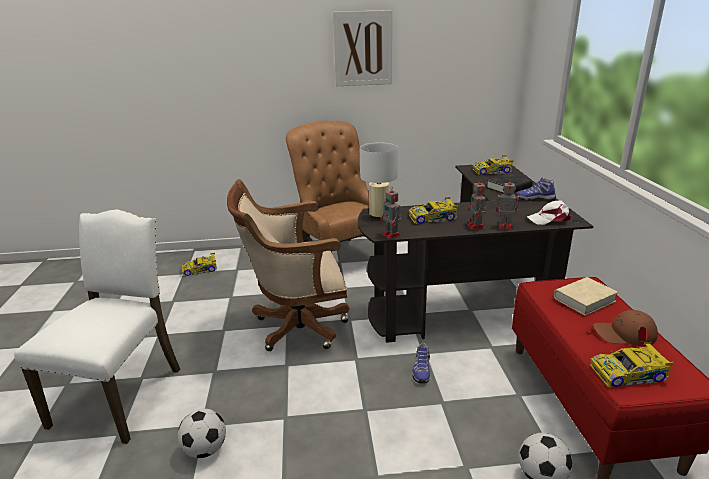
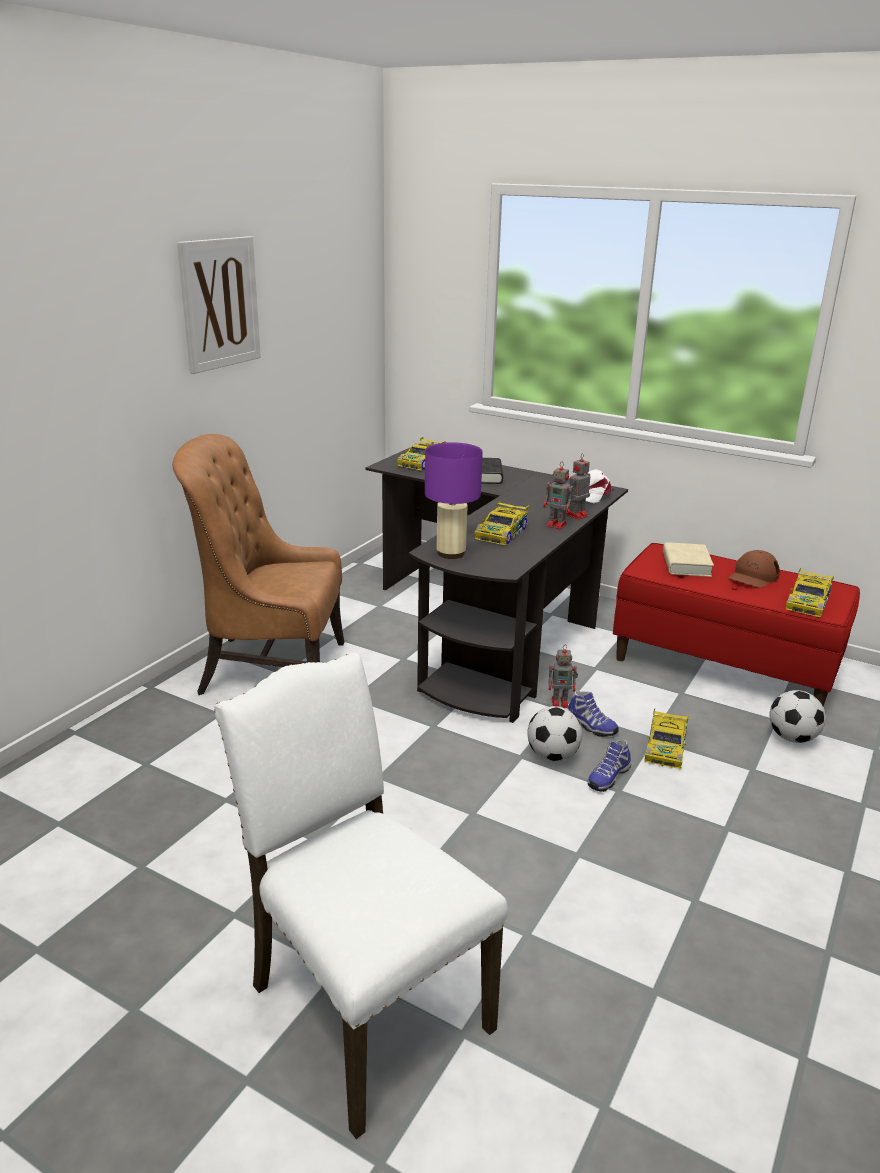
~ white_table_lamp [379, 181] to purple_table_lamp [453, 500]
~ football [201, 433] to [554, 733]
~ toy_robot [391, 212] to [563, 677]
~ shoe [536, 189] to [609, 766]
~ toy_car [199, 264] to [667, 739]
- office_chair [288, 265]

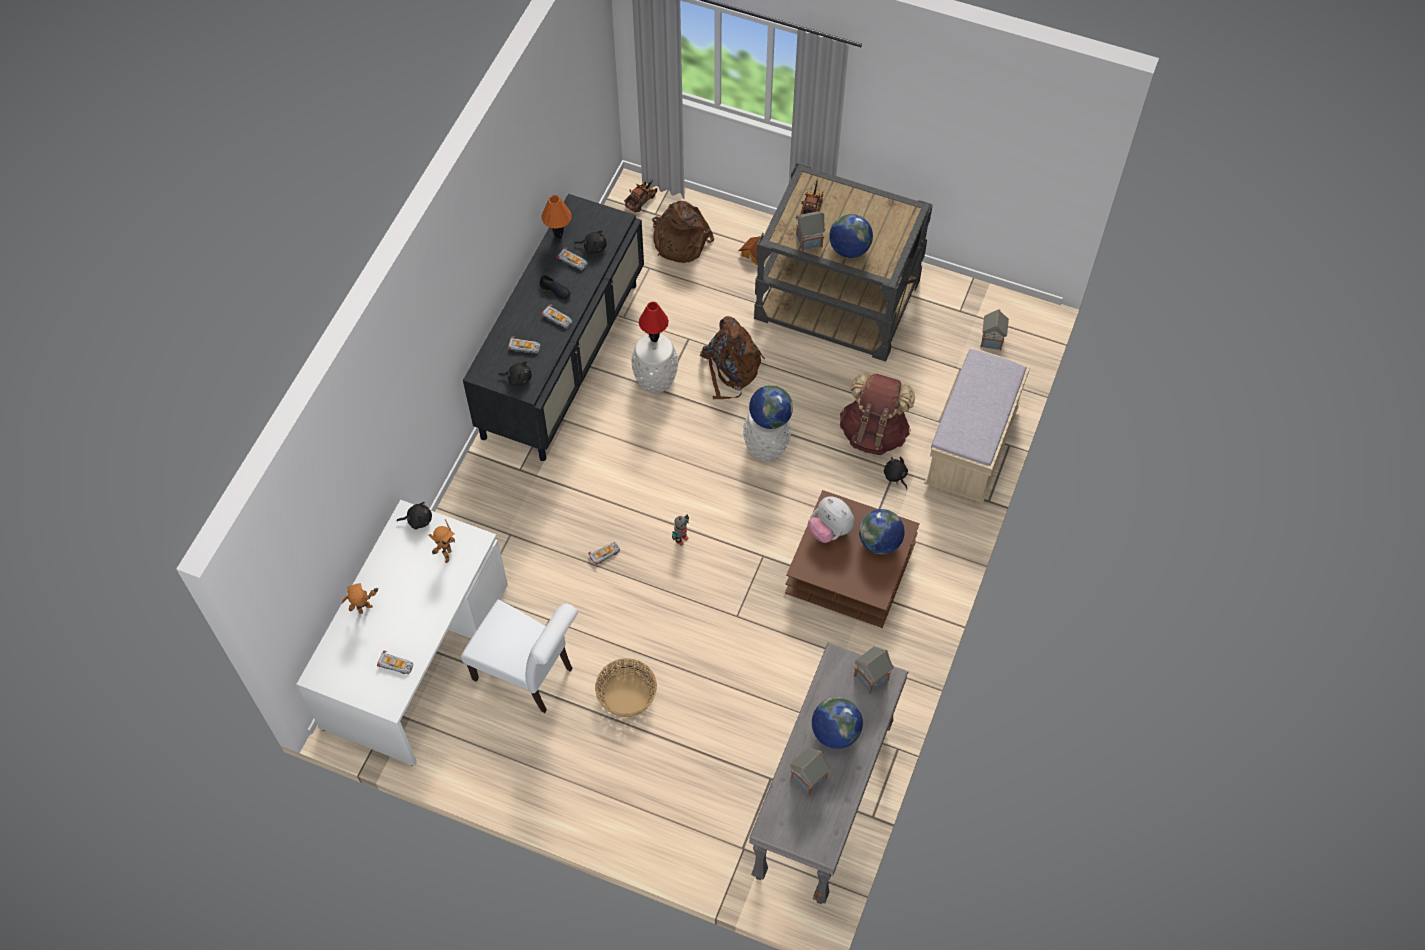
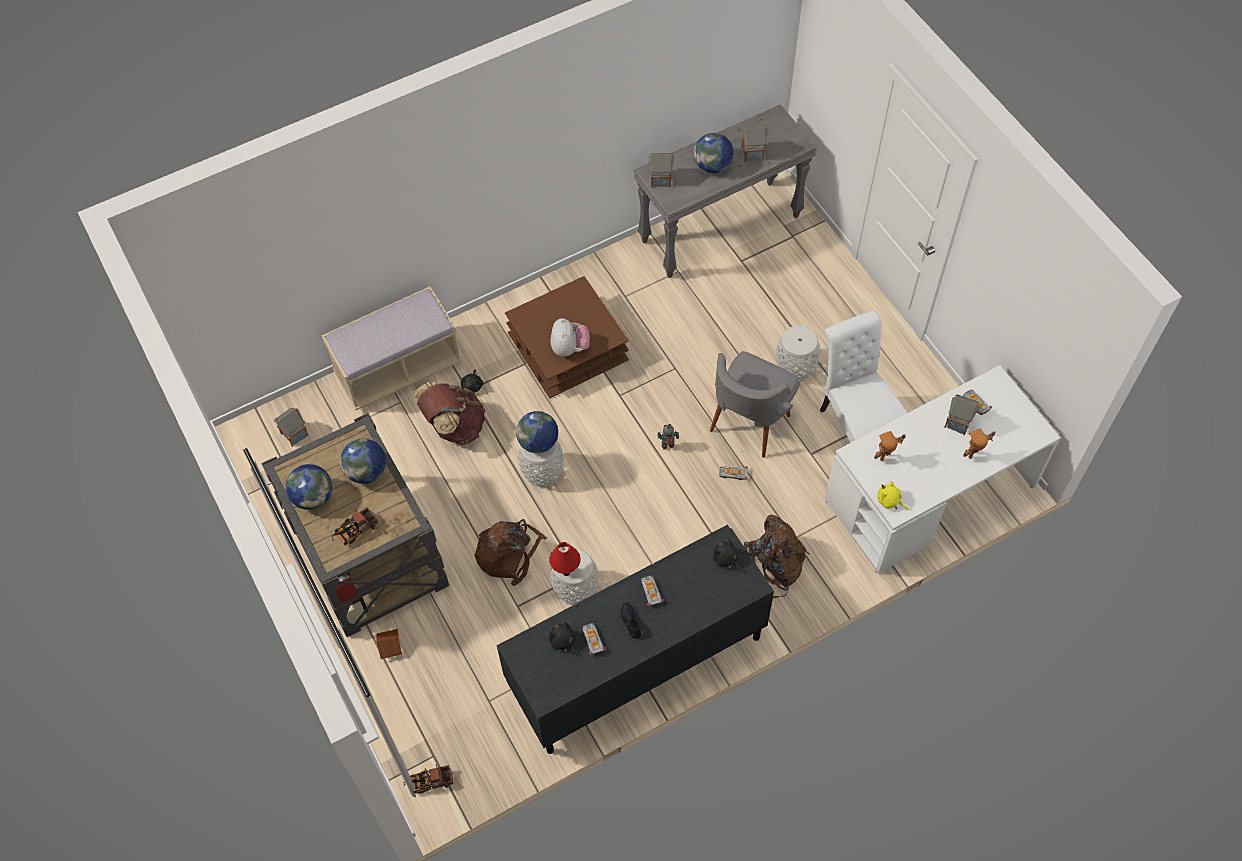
~ globe [882, 531] to [309, 487]
+ grey_chair [755, 404]
~ brown_backpack [683, 232] to [777, 556]
~ basket [626, 687] to white_stool [798, 353]
~ black_plush_toy [414, 515] to yellow_plush_toy [893, 495]
~ toy_house [810, 231] to [962, 414]
~ toy_robot [360, 598] = [979, 444] 135 degrees clockwise
- toy_car [524, 345]
- orange_table_lamp [557, 216]

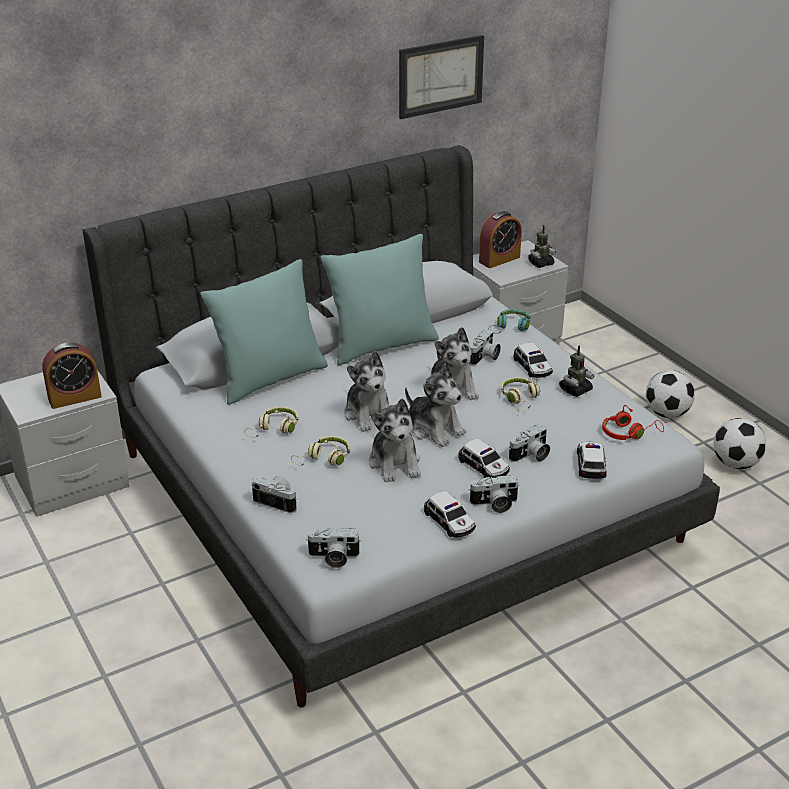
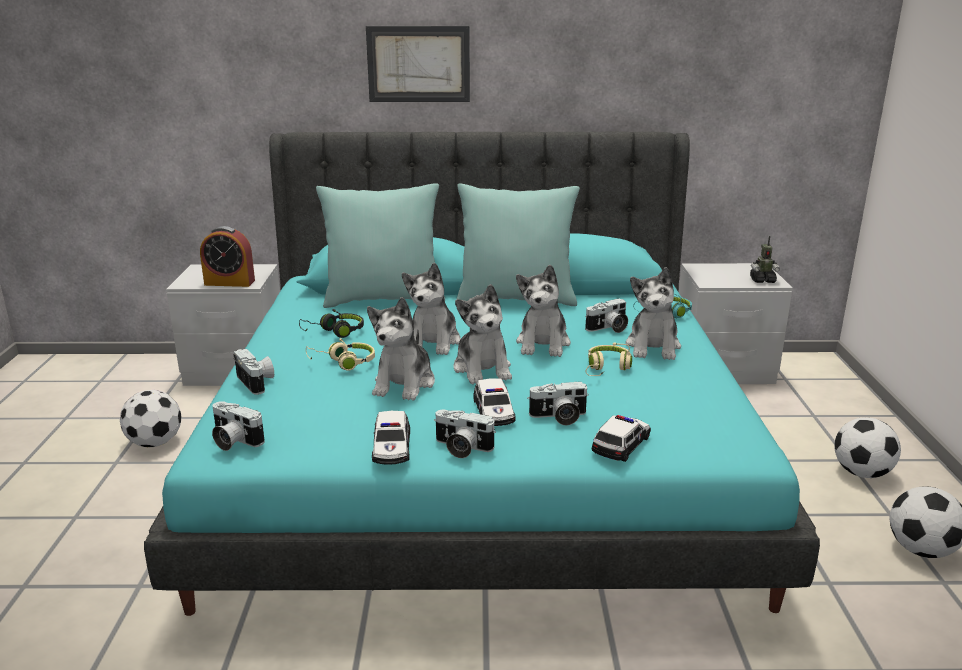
+ football [151, 418]
~ grey_bed [401, 426] to turquoise_bed [482, 374]
~ beige_headphones [271, 422] to black_headphones [331, 323]
~ picture [441, 77] to [418, 64]
~ toy_car [533, 360] to plush_toy [653, 313]
- alarm_clock [500, 239]
- toy_robot [576, 371]
- red_headphones [633, 422]

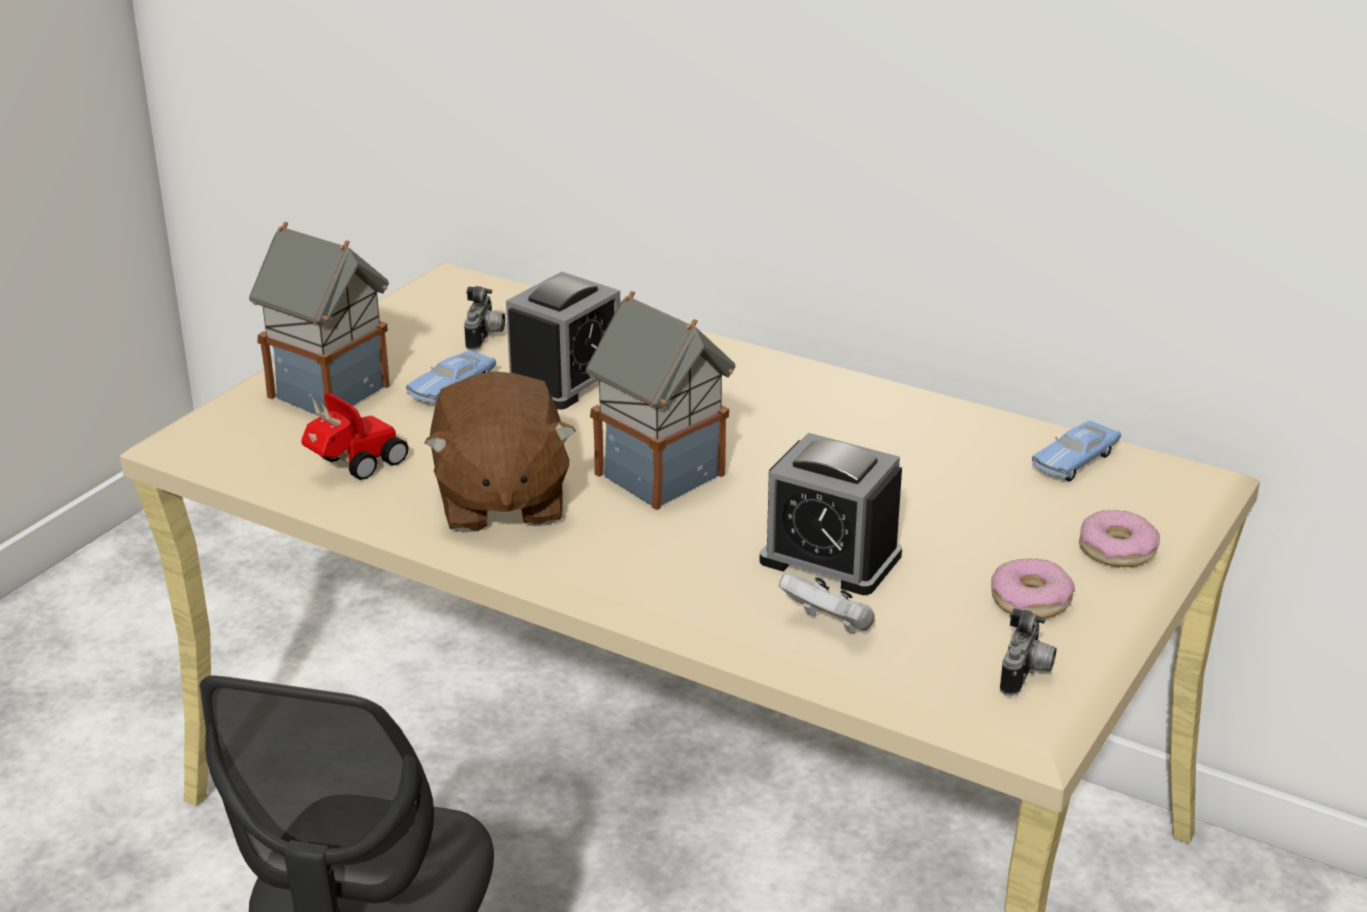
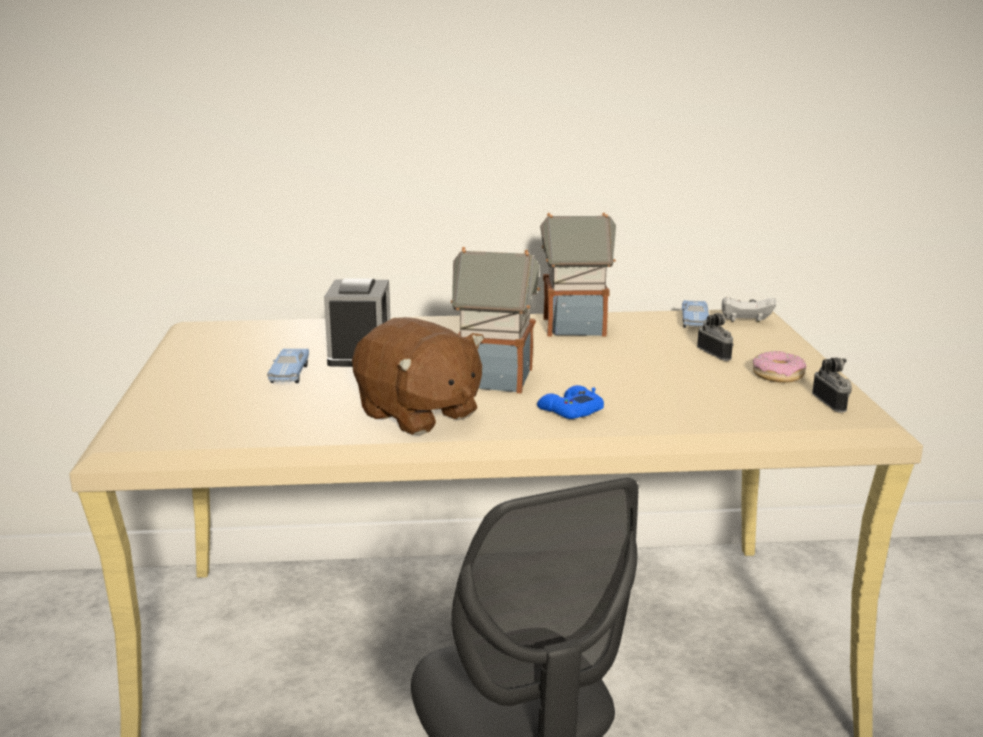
+ blue_game_controller [570, 402]
~ toy_house [319, 318] to [578, 274]
~ photo_camera [484, 318] to [715, 337]
~ white_game_controller [827, 604] to [749, 309]
- toy_car [355, 436]
- alarm_clock [831, 514]
- donut [1119, 538]

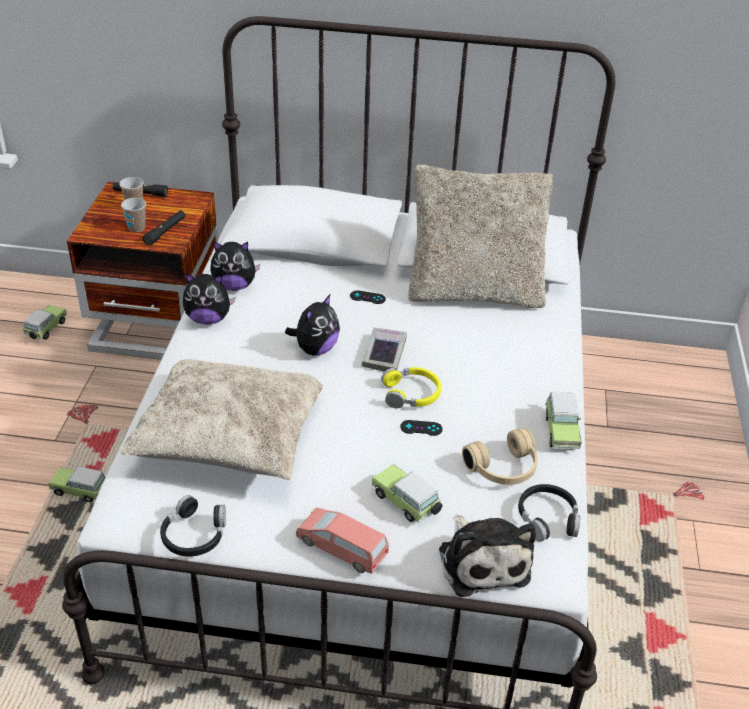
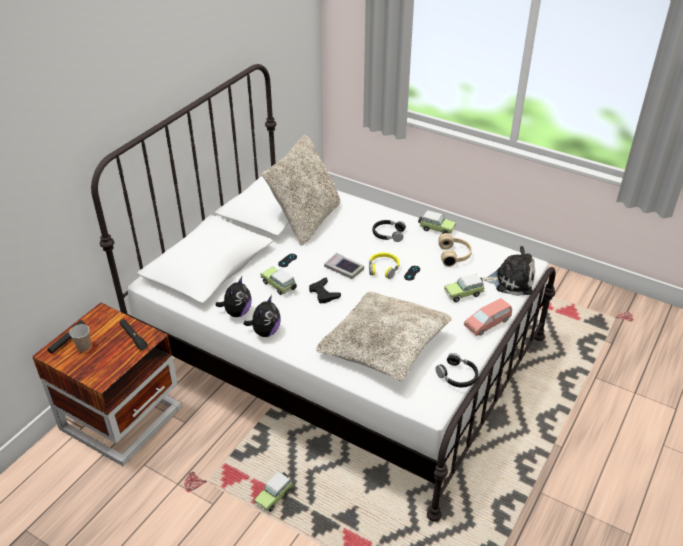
~ toy_car [45, 322] to [278, 281]
~ plush_toy [312, 325] to black_game_controller [325, 290]
~ black_headphones [549, 513] to [389, 231]
- cup [133, 215]

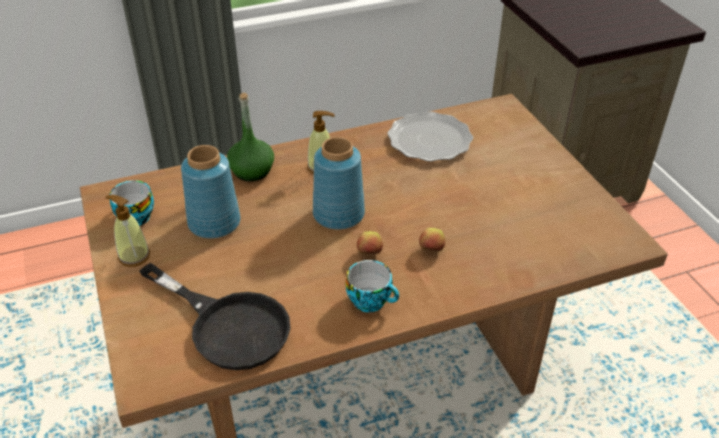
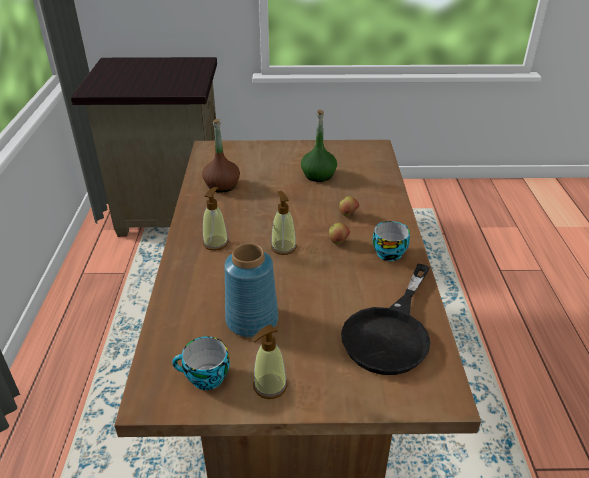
~ plate [430, 136] to brown_bottle [221, 156]
~ blue_vase [339, 183] to soap_dispenser [284, 223]
~ green_bottle [250, 137] to [319, 146]
~ black_frying_pan [215, 316] = [386, 319] 150 degrees clockwise

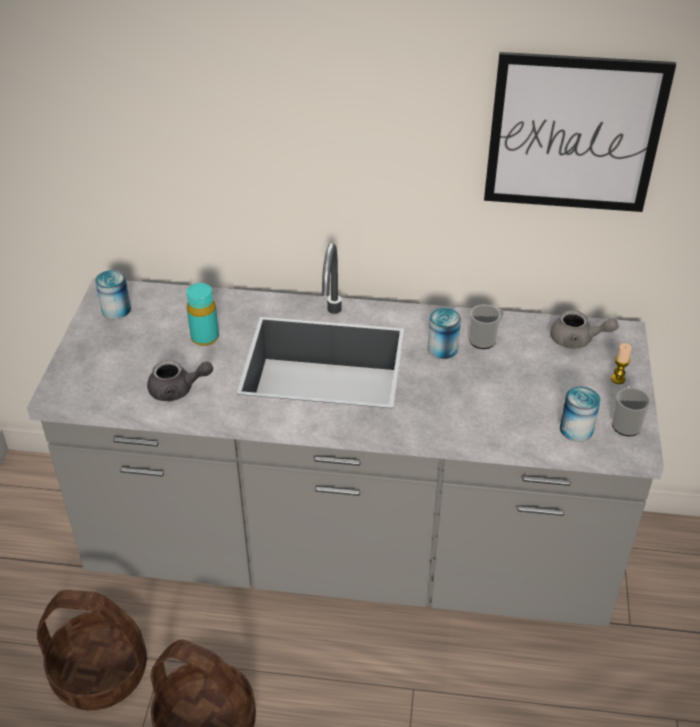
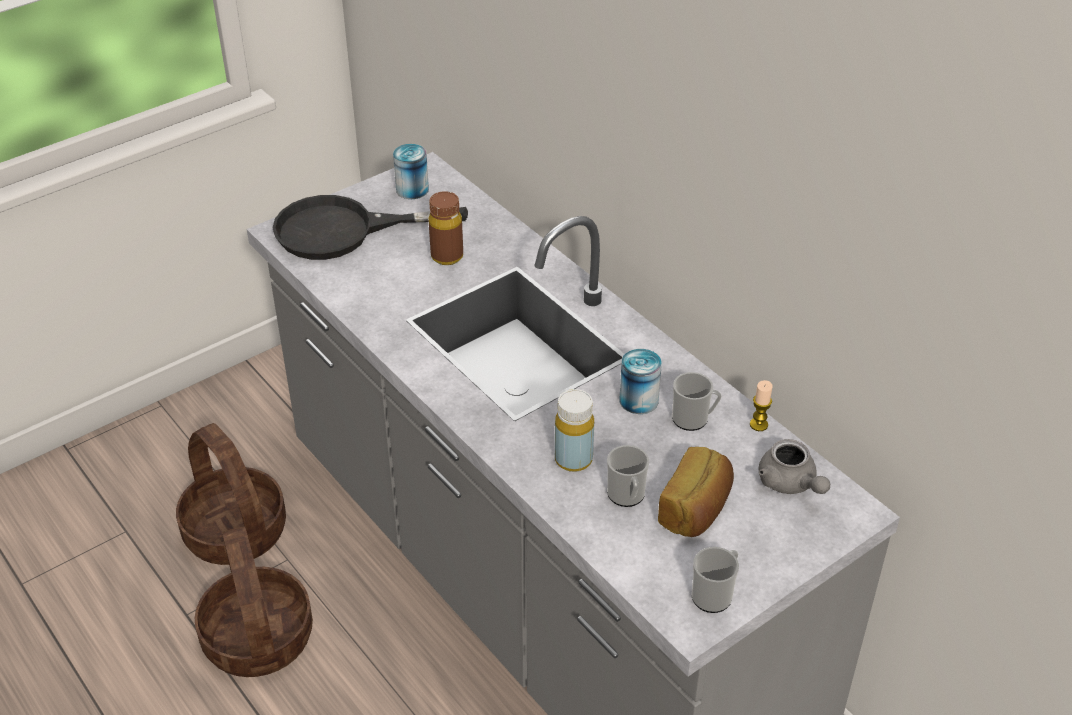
+ black_frying_pan [370, 227]
~ turquoise_bottle [202, 314] to brown_bottle [446, 228]
+ yellow_bottle [574, 430]
+ mug [628, 476]
+ bread [696, 492]
~ candle [621, 363] to [761, 405]
- grey_teapot [180, 380]
- picture [580, 132]
- can [580, 414]

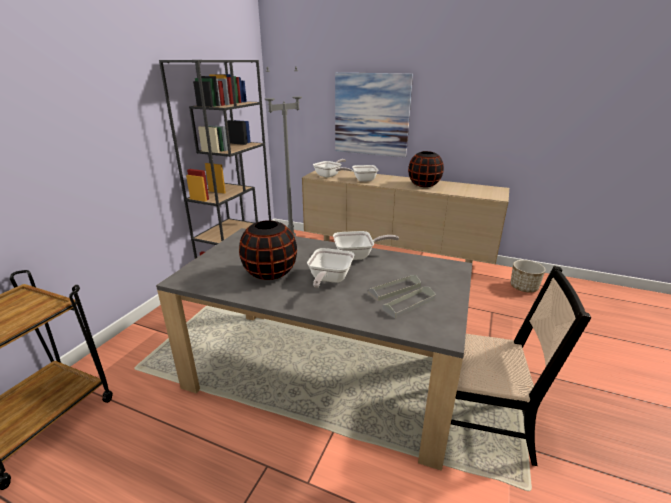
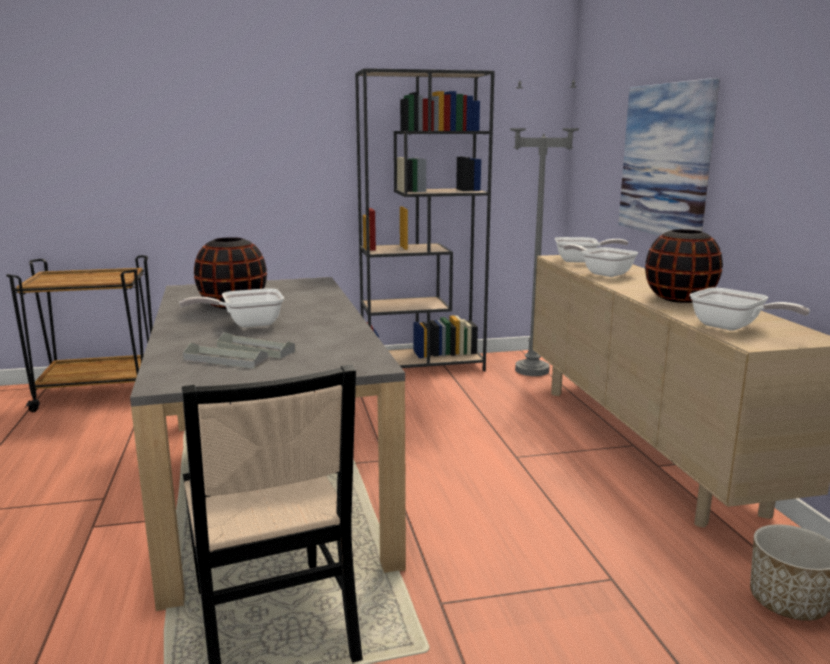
~ frying_pan [366, 245] to [750, 309]

